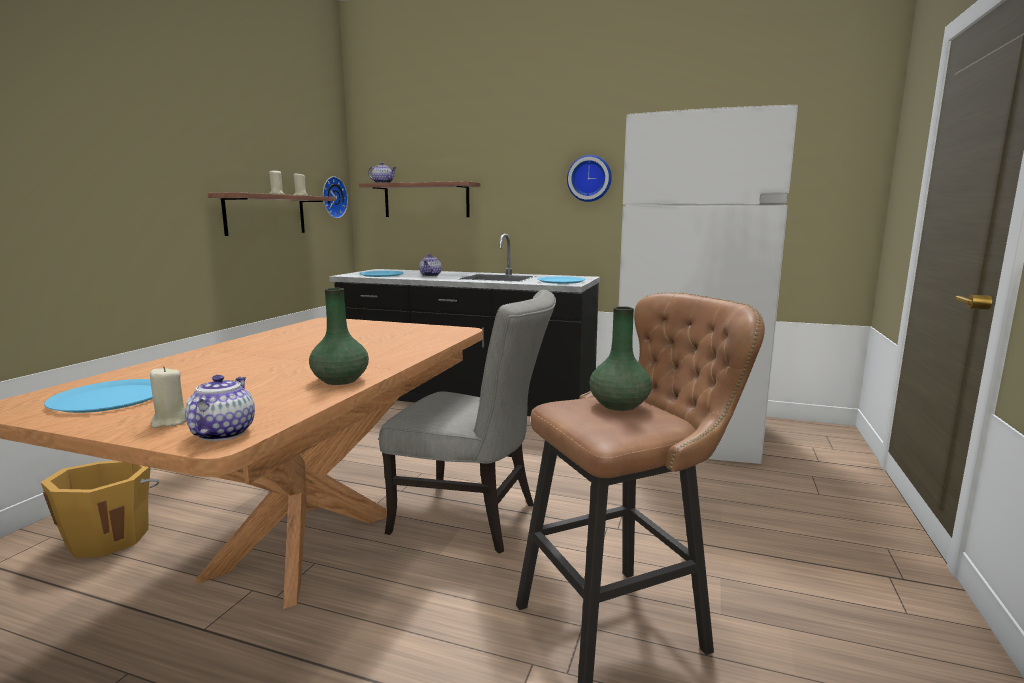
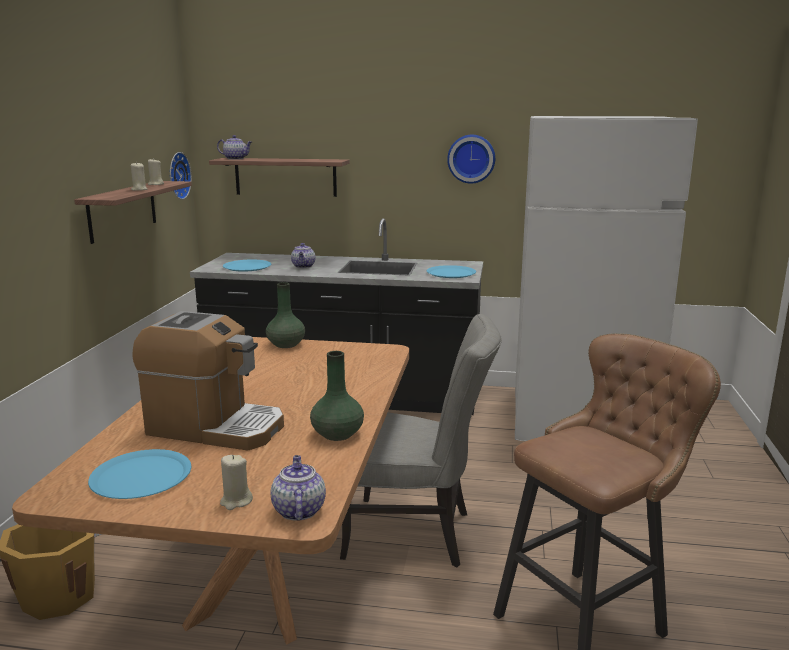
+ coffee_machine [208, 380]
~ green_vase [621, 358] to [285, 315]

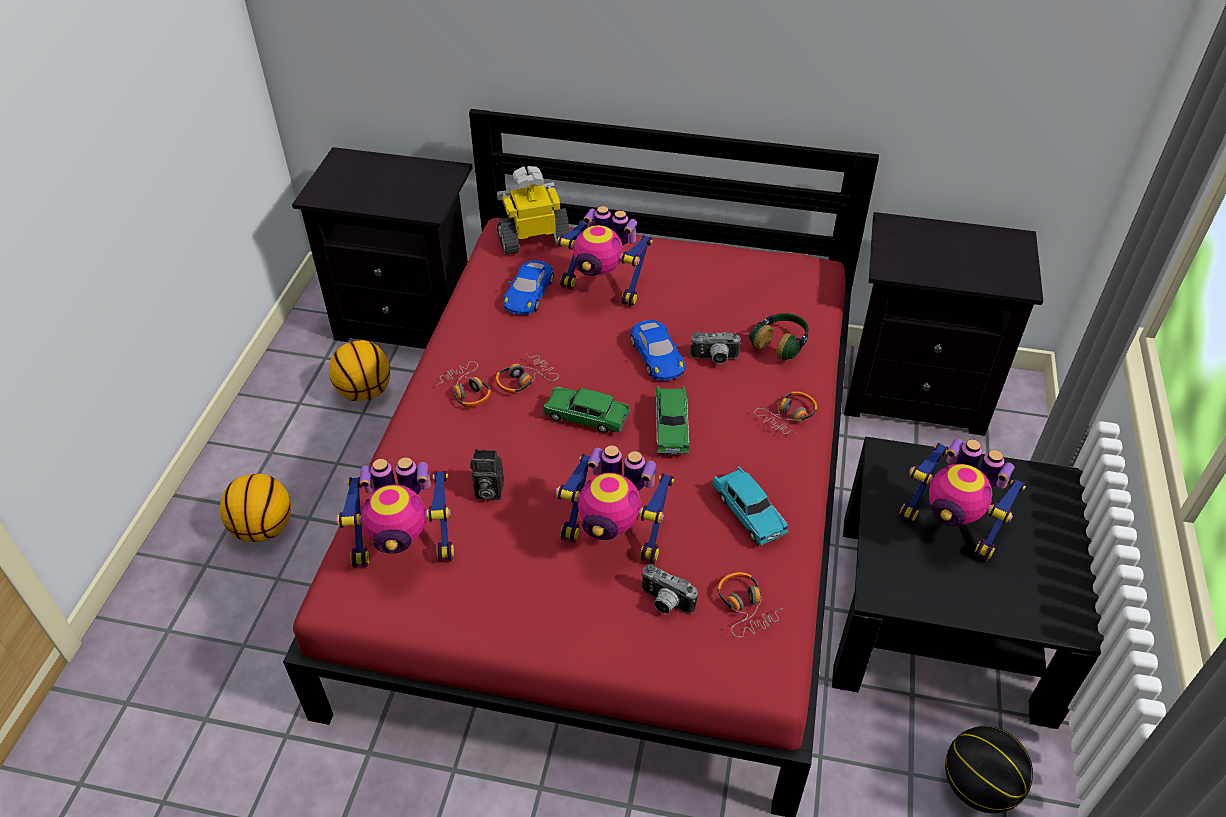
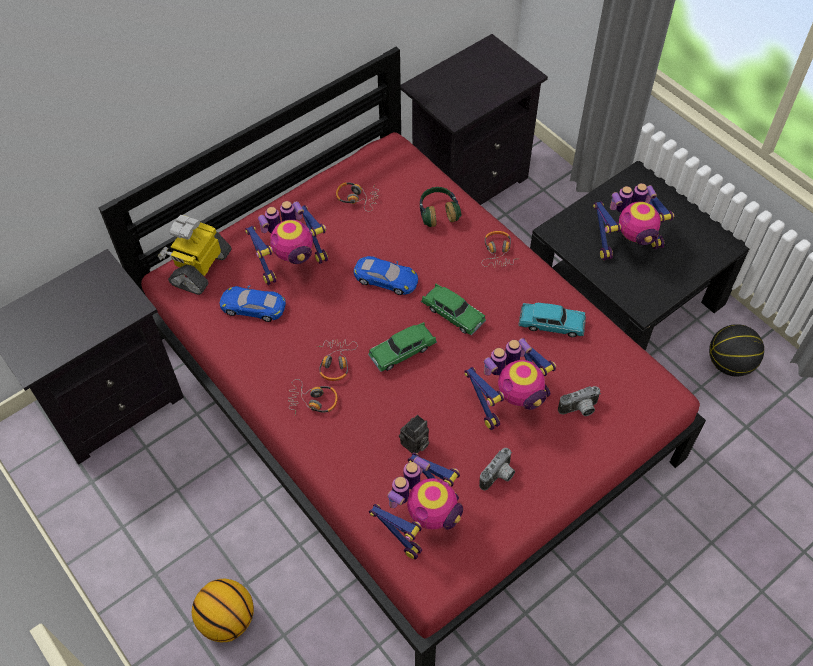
~ blue_toy_car [528, 287] = [252, 303] 135 degrees clockwise
~ headphones [750, 604] to [357, 197]
~ photo_camera [715, 347] to [497, 469]
- basketball [359, 370]

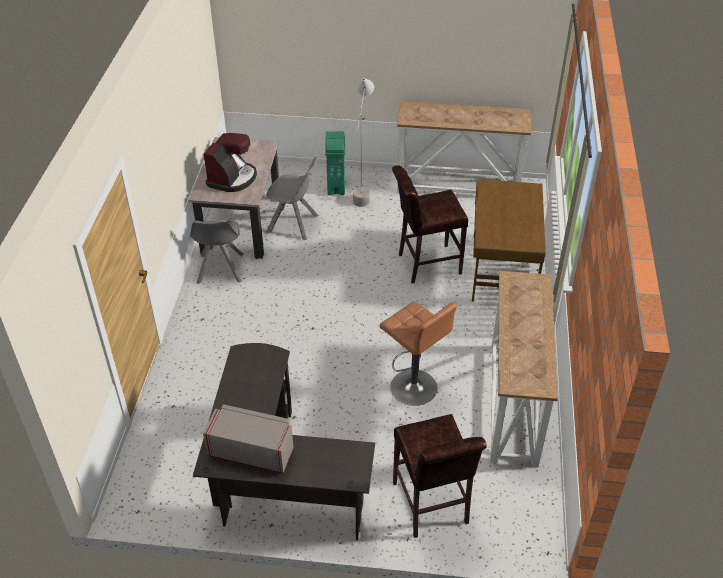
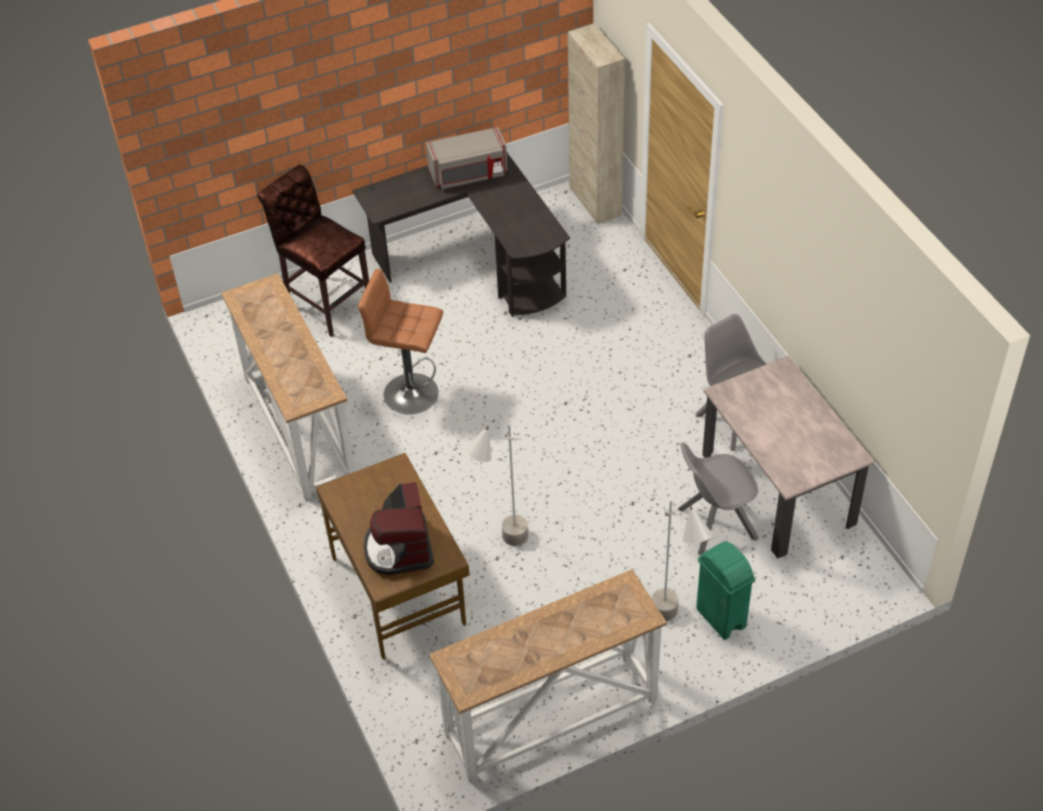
~ coffee_machine [230, 162] to [399, 528]
~ brown_stool [430, 224] to grey_floor_lamp [496, 485]
+ beige_cabinet [596, 124]

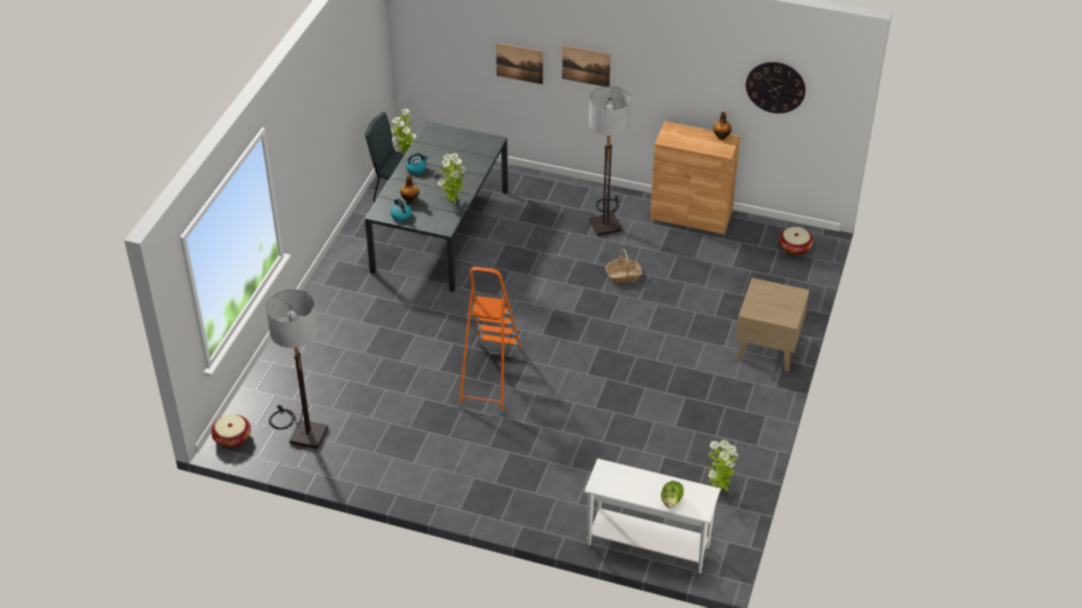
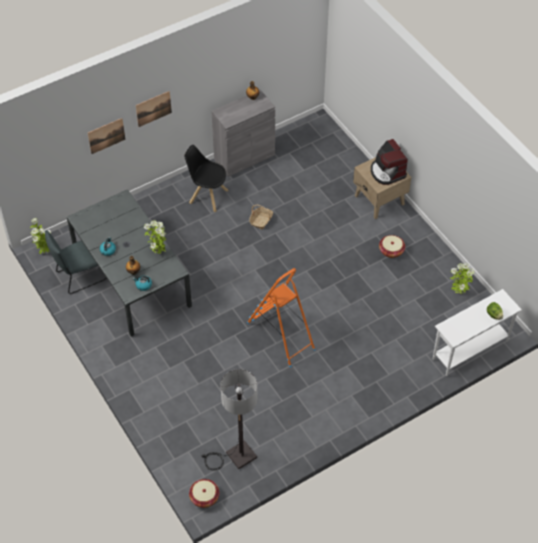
~ floor_lamp [610, 161] to black_chair [206, 178]
~ brown_cabinet [695, 177] to grey_cabinet [243, 133]
+ coffee_machine [389, 162]
~ basket [796, 241] to [392, 246]
- wall_clock [776, 87]

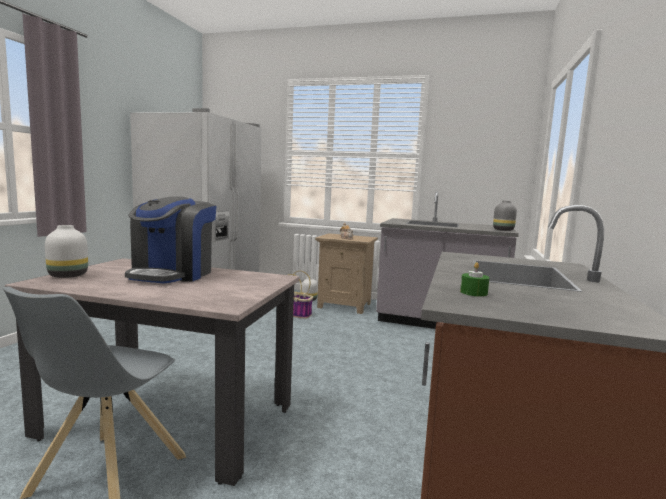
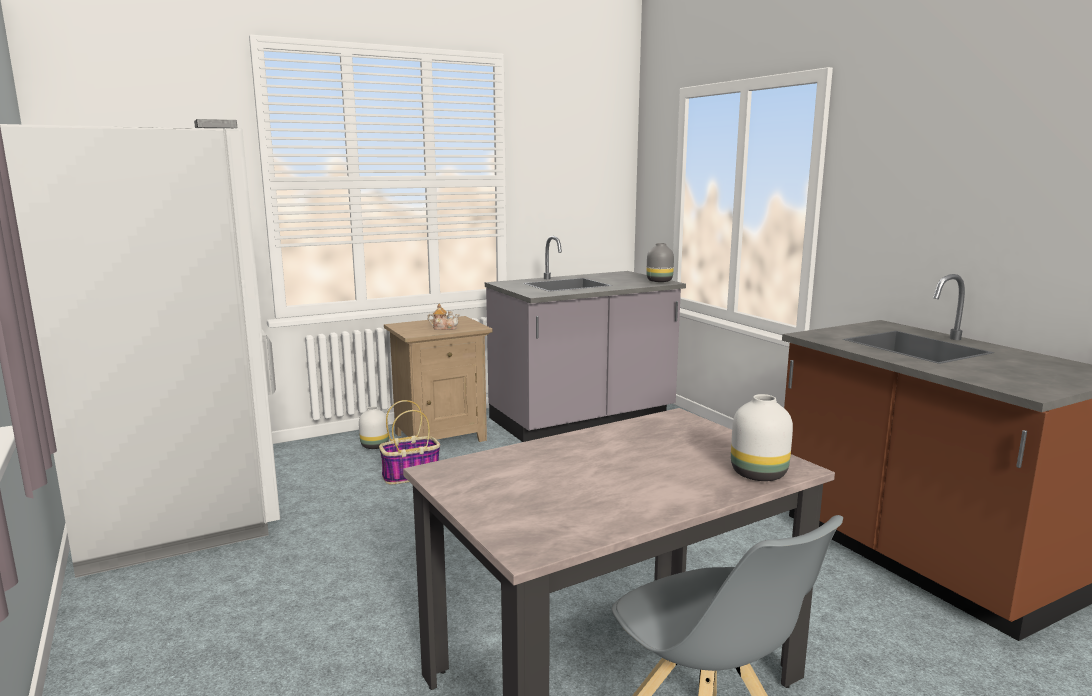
~ white_vase [66, 251] to [762, 437]
- coffee_machine [170, 239]
- green_candle [475, 279]

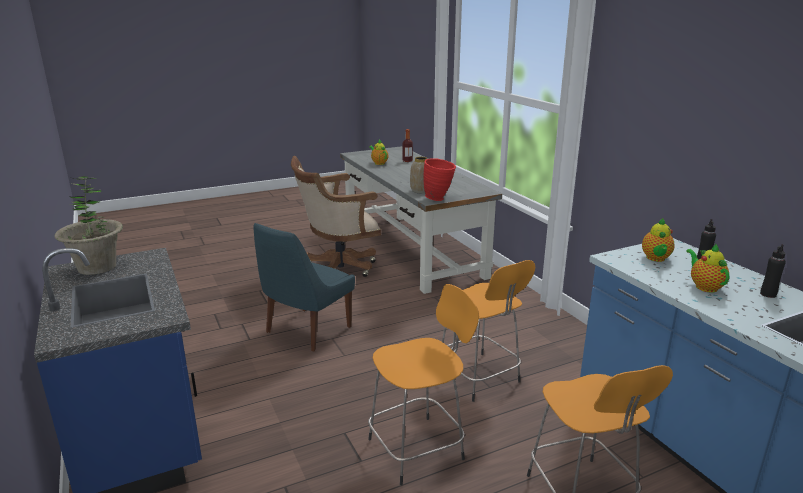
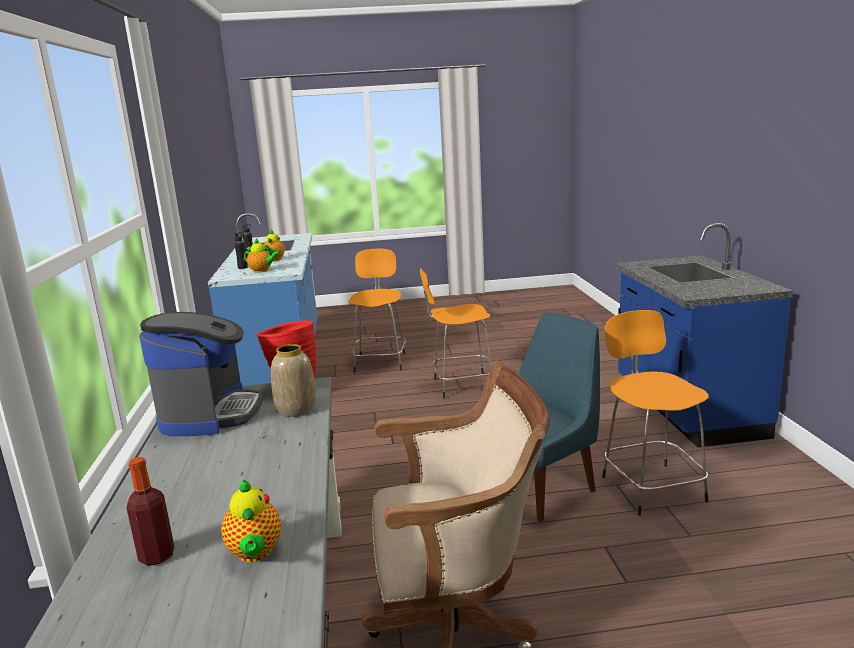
+ coffee_machine [201, 374]
~ teapot [658, 240] = [262, 255] 75 degrees clockwise
~ orange_stool [488, 331] to [655, 413]
- potted_plant [88, 225]

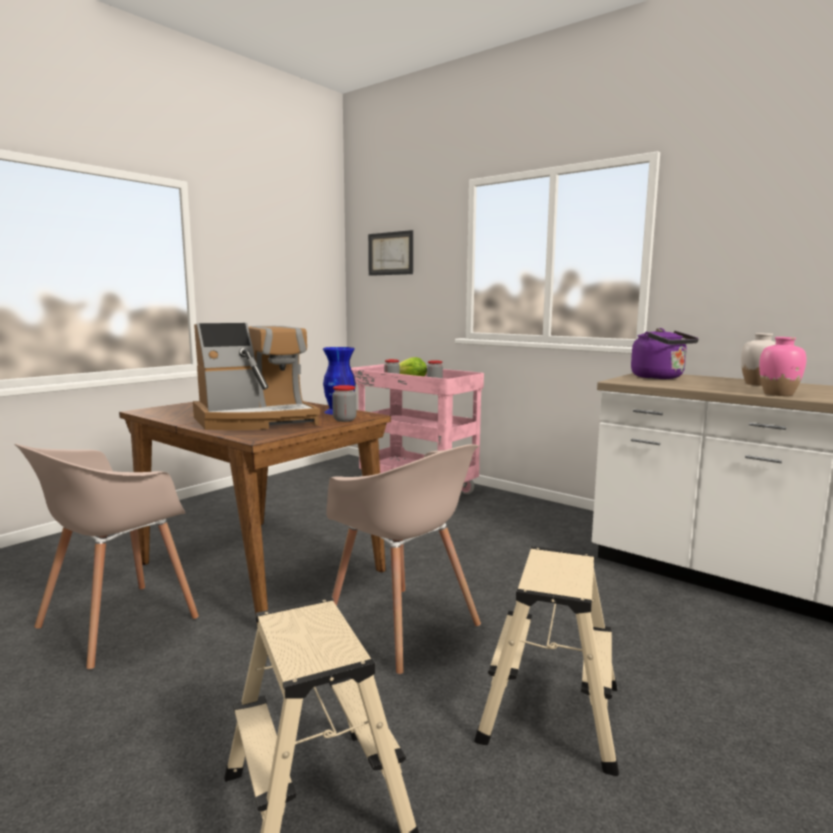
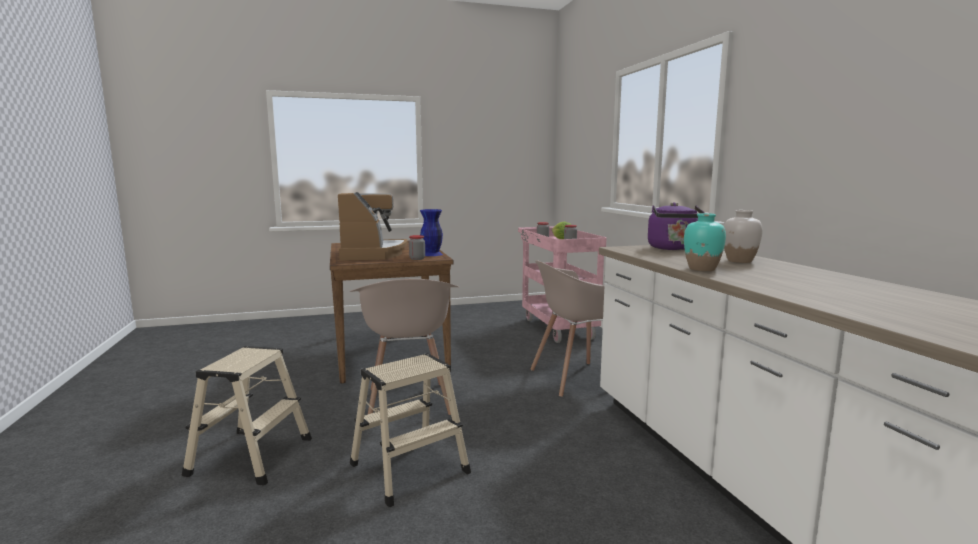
~ coffee_machine [256, 376] = [372, 226] 105 degrees counterclockwise
~ beige_chair [106, 556] to [567, 328]
~ pink_vase [783, 366] to turquoise_vase [705, 242]
- picture [390, 253]

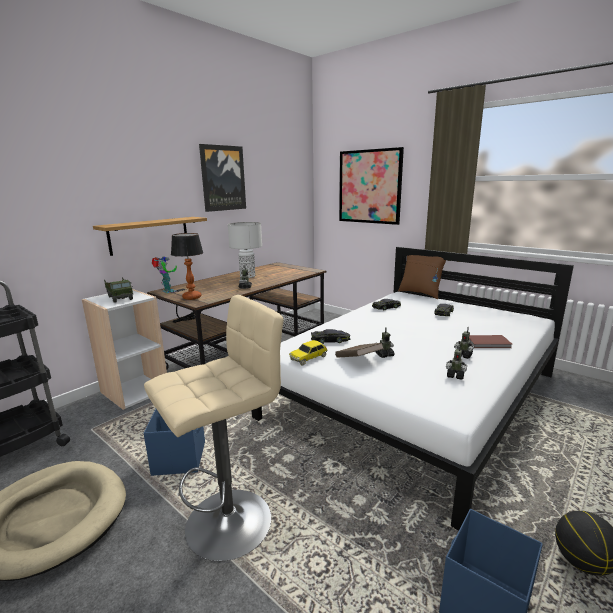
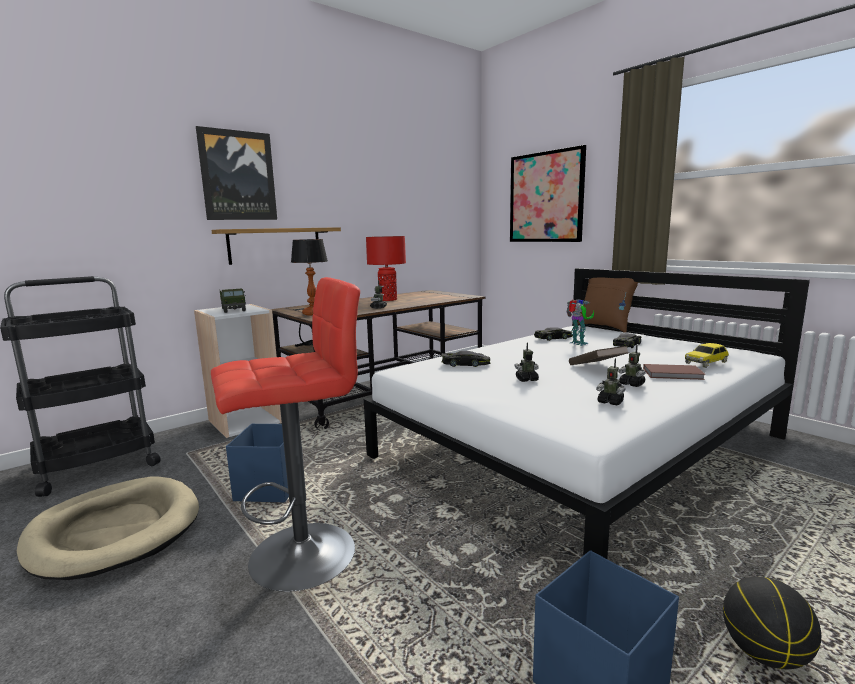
~ picture [222, 178] to [236, 173]
~ beige_stool [213, 428] to red_stool [285, 434]
~ white_table_lamp [245, 250] to red_table_lamp [386, 268]
~ toy_robot [164, 274] to [580, 322]
~ brown_book [359, 350] to [598, 355]
~ toy_car [308, 353] to [707, 355]

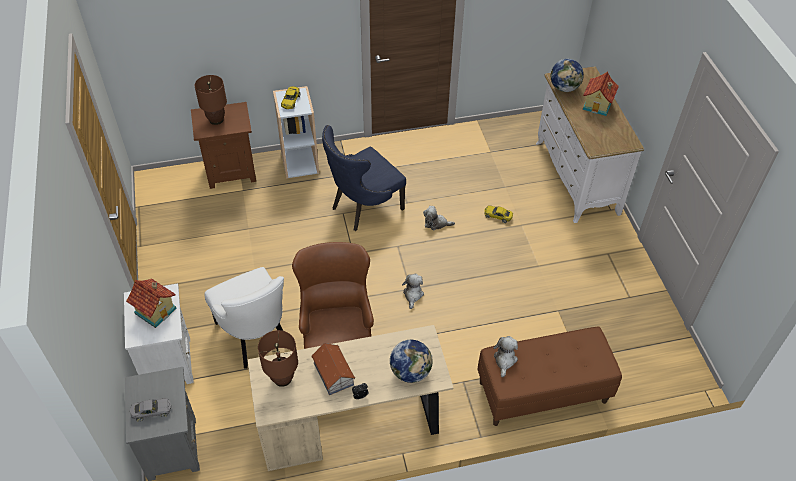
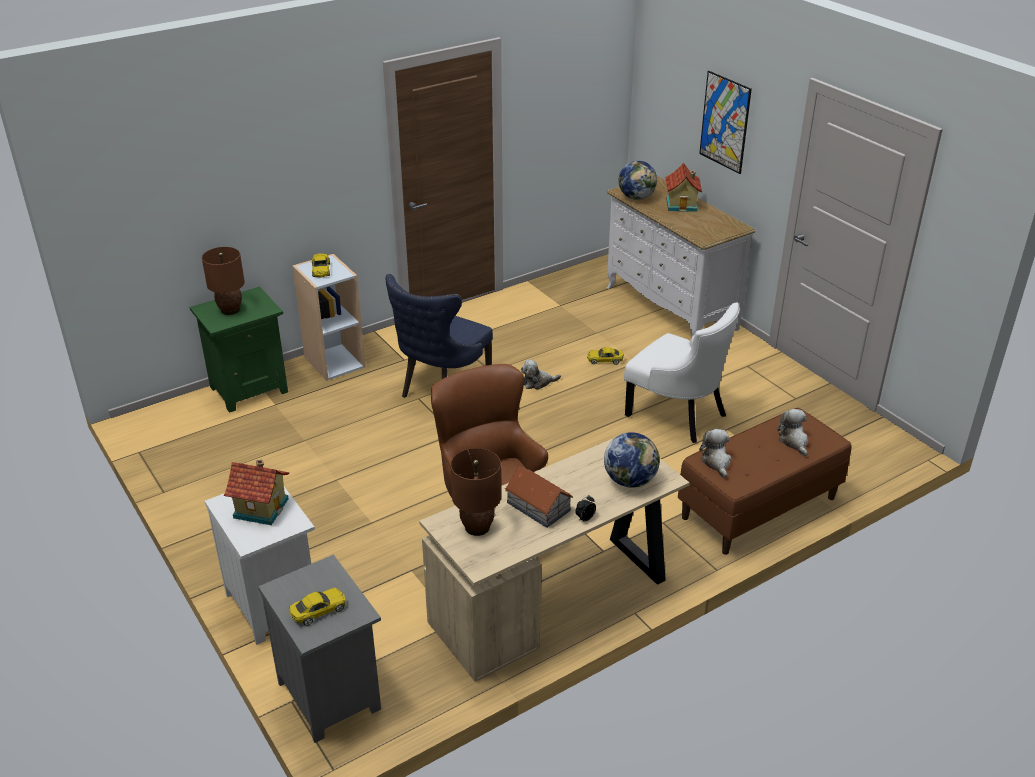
~ brown_nightstand [223, 145] to green_nightstand [239, 350]
~ grey_toy_car [151, 409] to yellow_toy_car [317, 607]
~ white_chair [244, 318] to [681, 373]
+ picture [725, 122]
~ plush_toy [413, 291] to [792, 432]

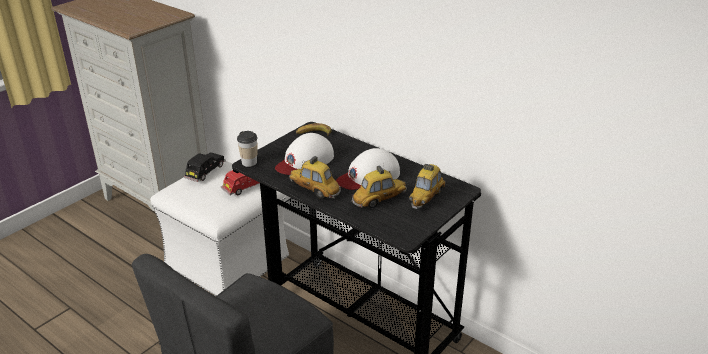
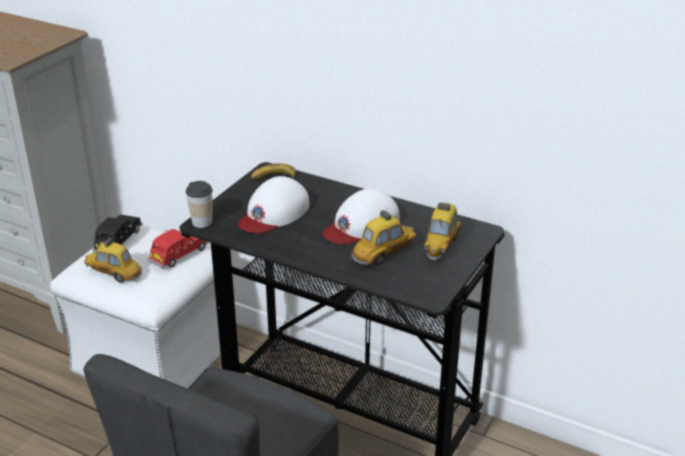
~ toy_car [315, 177] to [113, 260]

